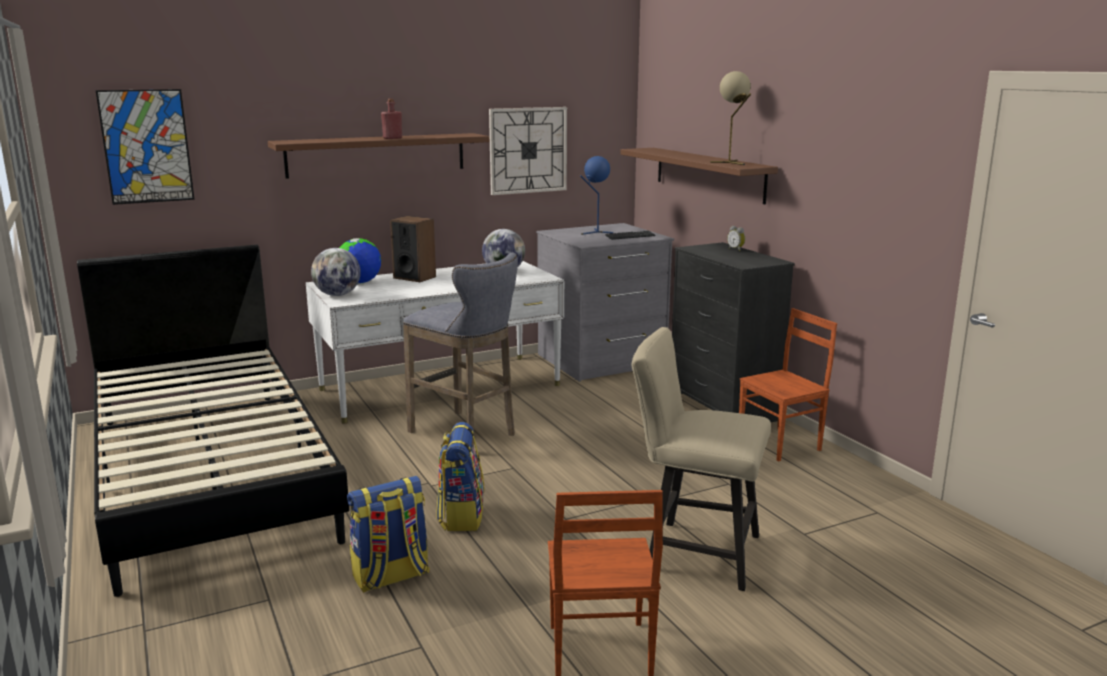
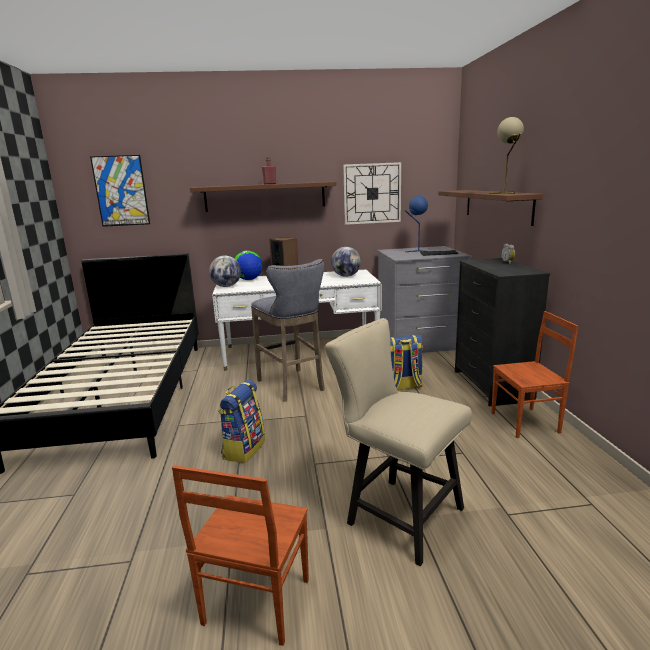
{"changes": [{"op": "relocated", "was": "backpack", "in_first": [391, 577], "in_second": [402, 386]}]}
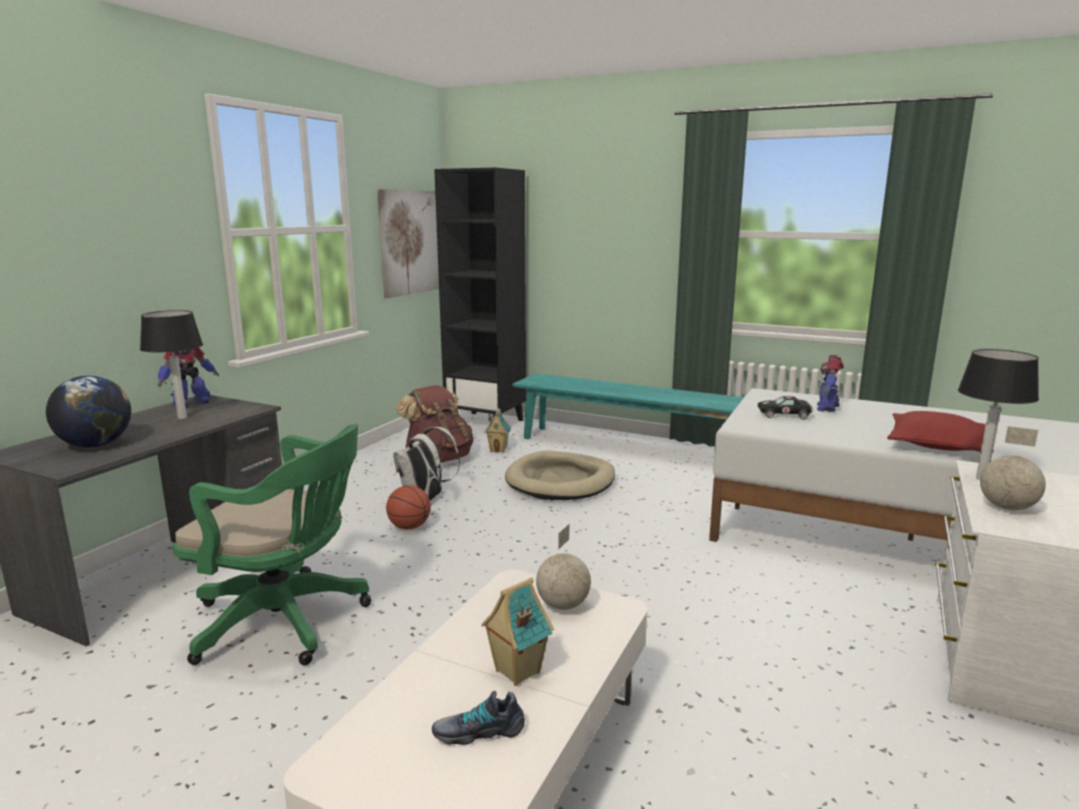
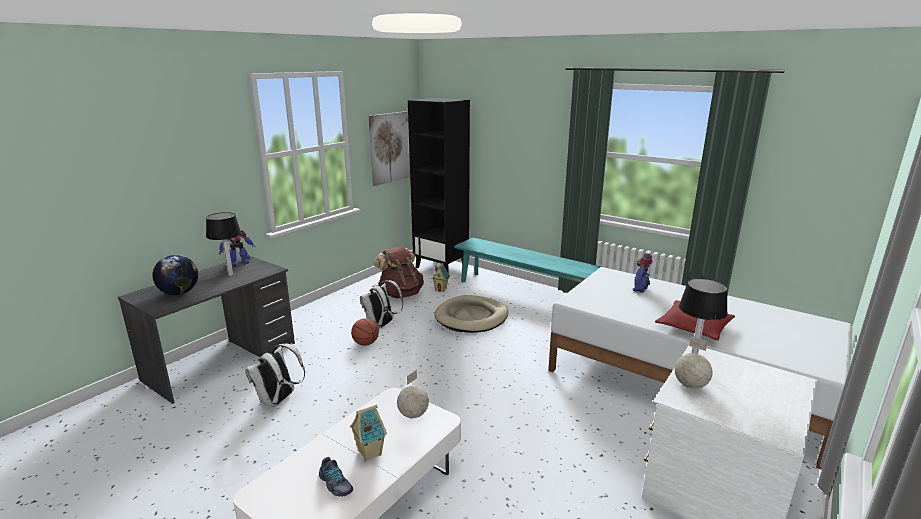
{"changes": [{"op": "exchanged", "was": "green office chair", "now": "white backpack", "in_first": [287, 622], "in_second": [278, 400]}, {"op": "spun", "was": "shoe", "in_first": [478, 731], "in_second": [335, 484], "clockwise": -135}, {"op": "missing", "was": "black toy car", "in_first": [786, 415]}]}
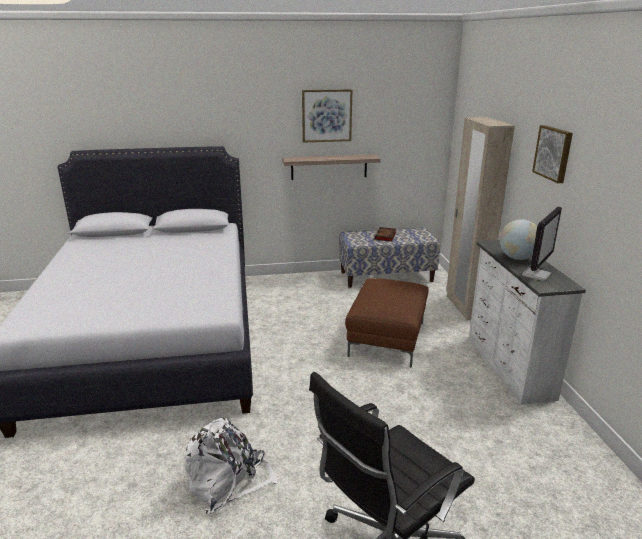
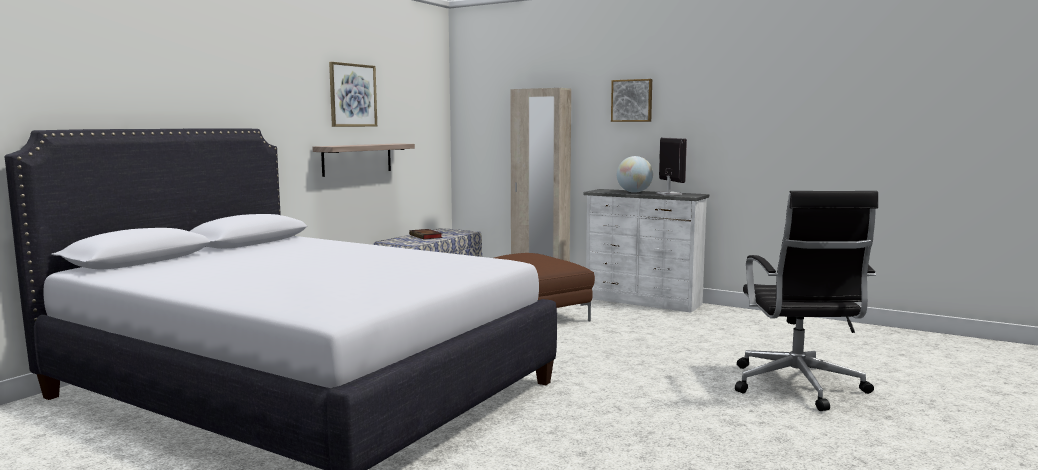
{"changes": [{"op": "missing", "was": "white backpack", "in_first": [228, 482]}]}
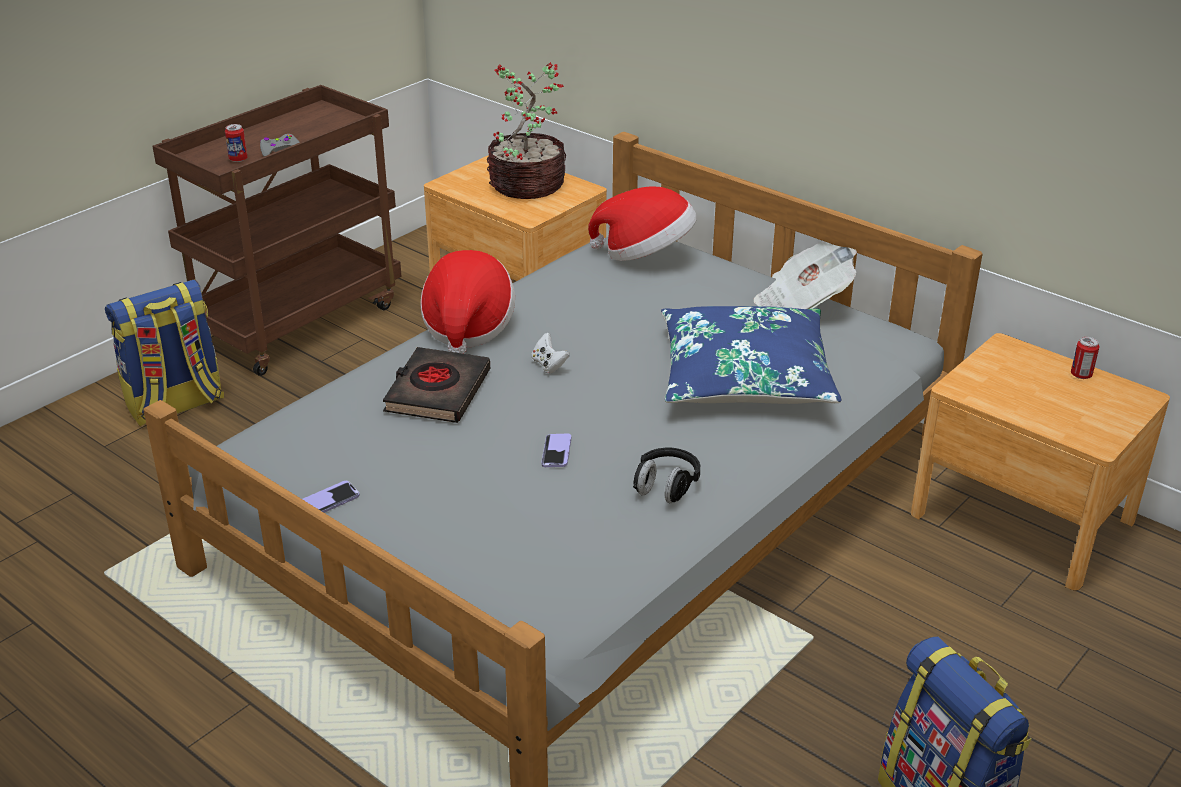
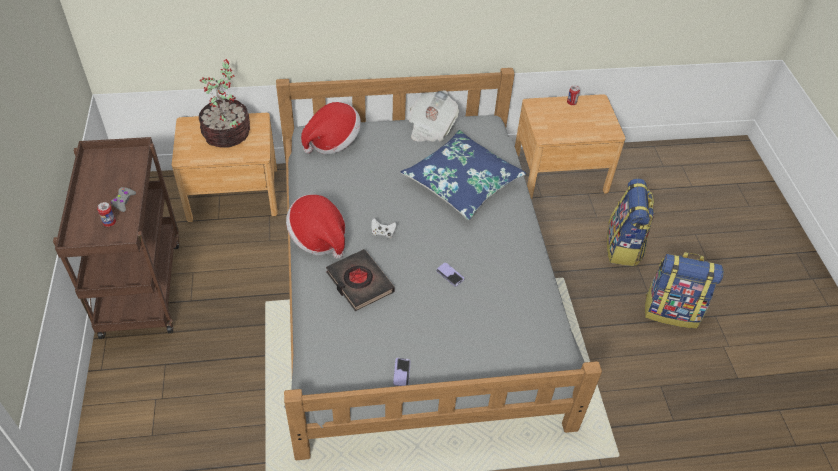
{"changes": [{"op": "relocated", "was": "backpack", "in_first": [175, 405], "in_second": [623, 247]}, {"op": "missing", "was": "black headphones", "in_first": [666, 486]}]}
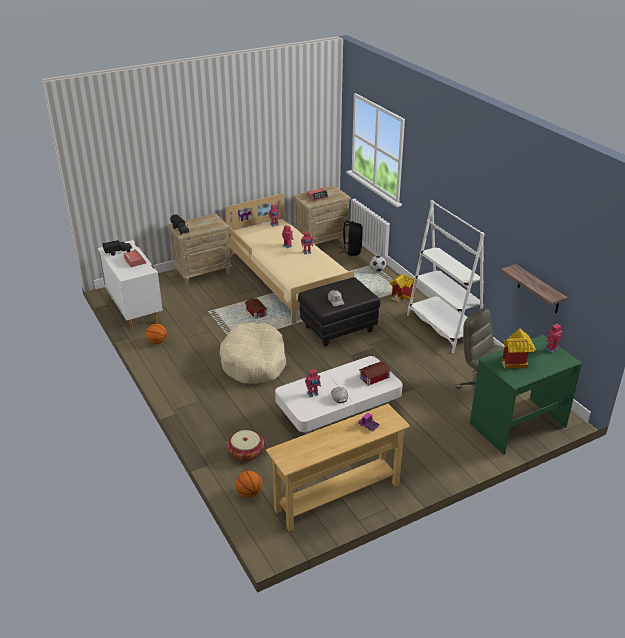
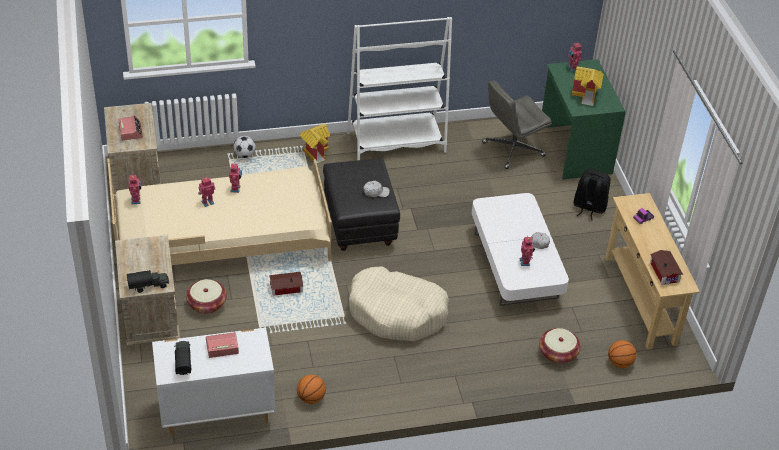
{"changes": [{"op": "appeared", "now": "basket", "in_second": [207, 304]}, {"op": "relocated", "was": "black backpack", "in_first": [352, 251], "in_second": [589, 207]}, {"op": "relocated", "was": "toy house", "in_first": [375, 377], "in_second": [664, 271]}, {"op": "missing", "was": "shelf", "in_first": [538, 290]}]}
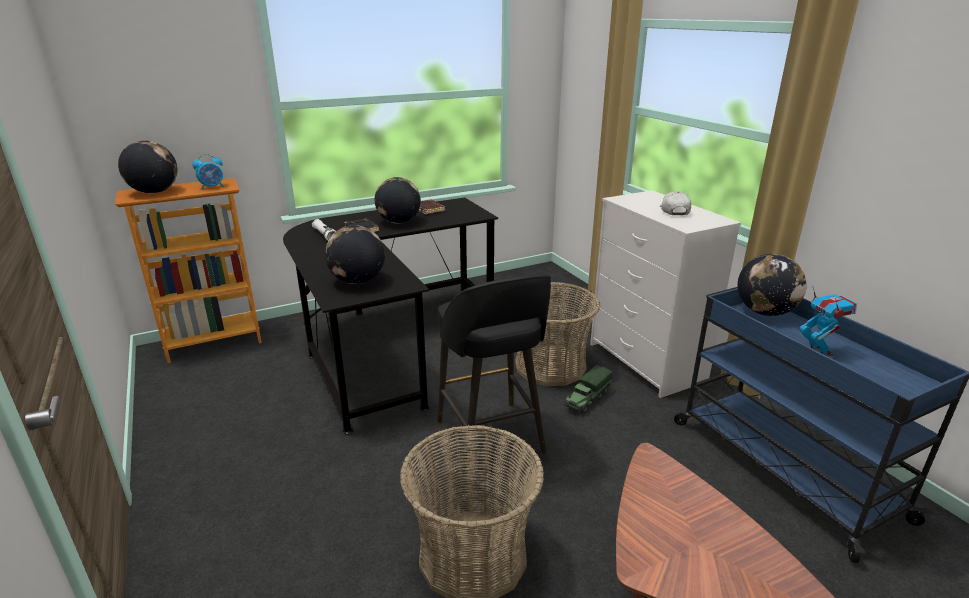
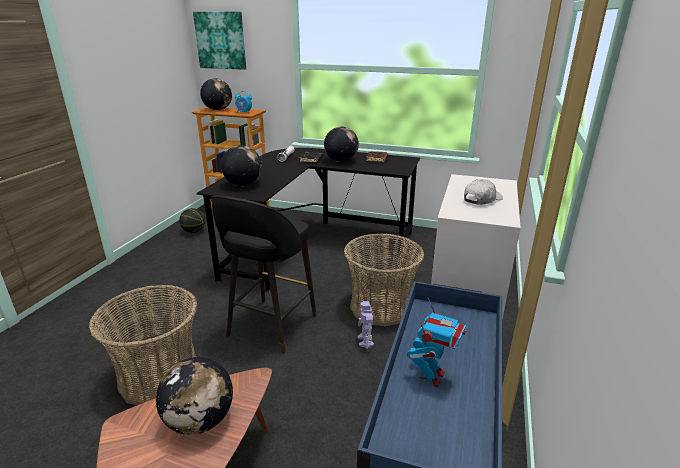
{"changes": [{"op": "relocated", "was": "globe", "in_first": [765, 312], "in_second": [200, 421]}, {"op": "appeared", "now": "basketball", "in_second": [194, 231]}, {"op": "appeared", "now": "picture", "in_second": [221, 40]}, {"op": "exchanged", "was": "toy truck", "now": "toy robot", "in_first": [587, 400], "in_second": [365, 341]}]}
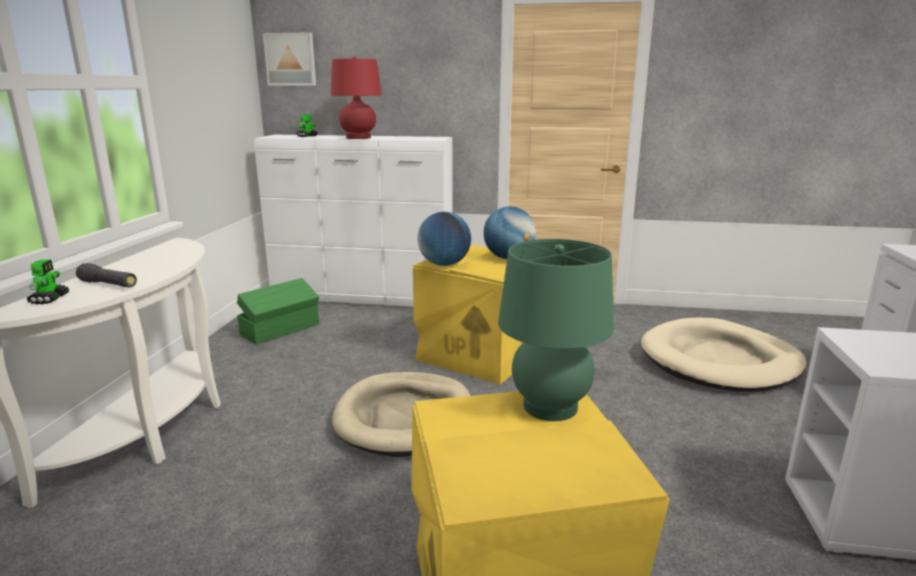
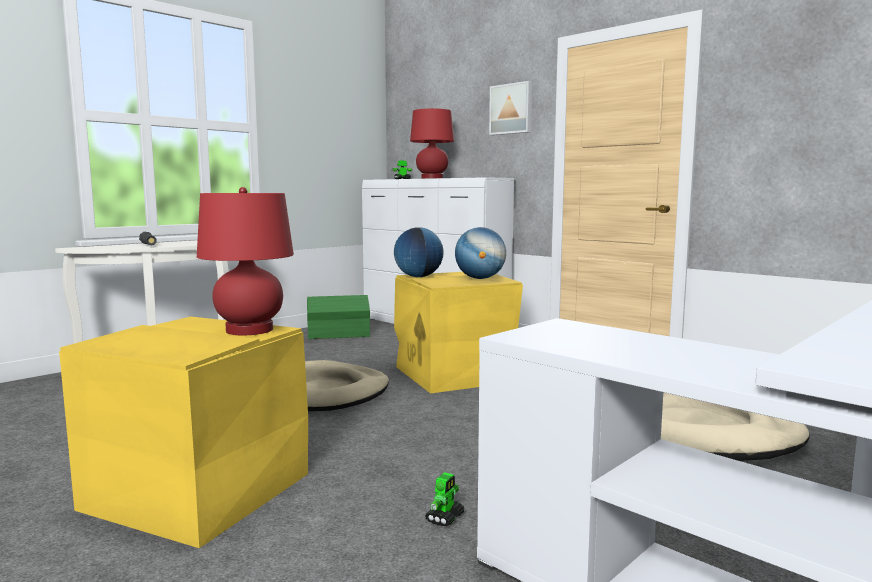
{"changes": [{"op": "colour", "was": "green table lamp", "now": "red table lamp", "in_first": [550, 407], "in_second": [249, 330]}, {"op": "relocated", "was": "toy robot", "in_first": [50, 299], "in_second": [445, 517]}, {"op": "relocated", "was": "picture", "in_first": [291, 59], "in_second": [511, 109]}]}
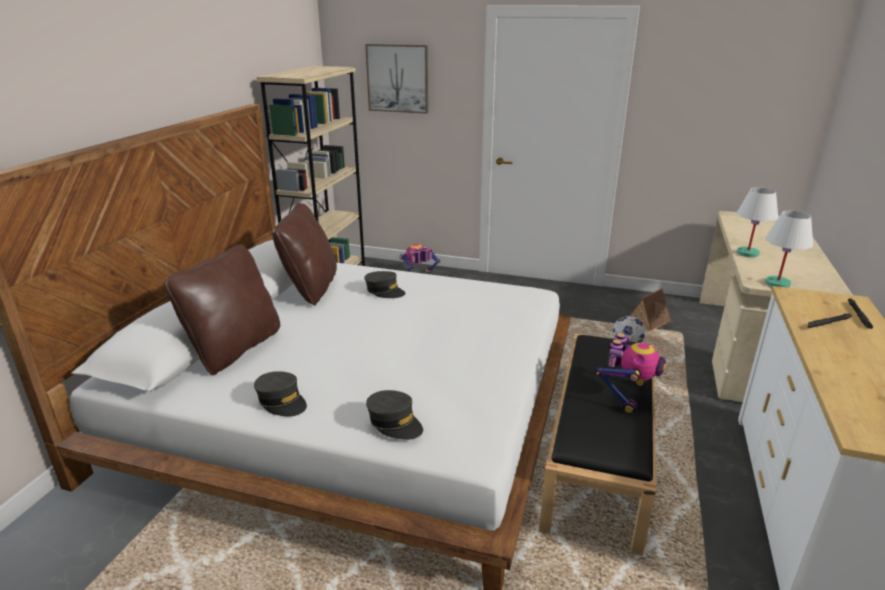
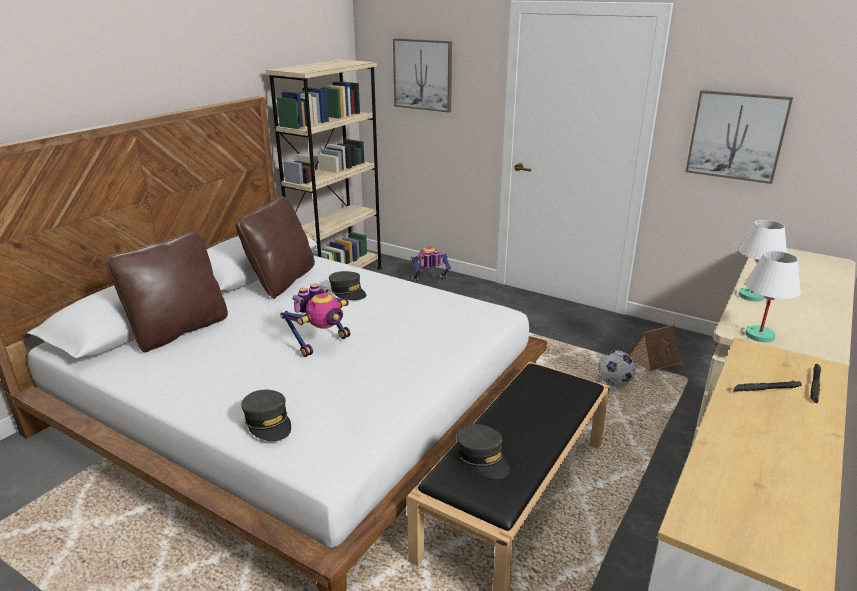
{"changes": [{"op": "relocated", "was": "toy robot", "in_first": [626, 395], "in_second": [321, 343]}, {"op": "relocated", "was": "grey cap", "in_first": [282, 401], "in_second": [482, 458]}, {"op": "appeared", "now": "picture", "in_second": [736, 136]}]}
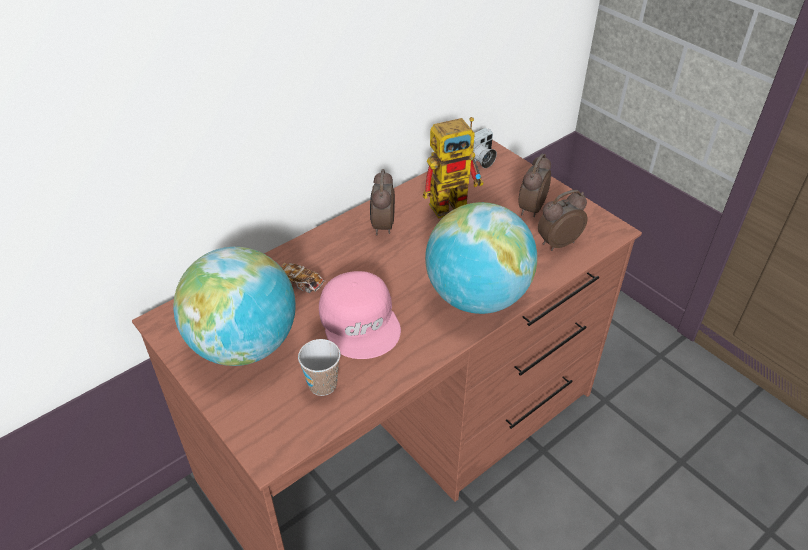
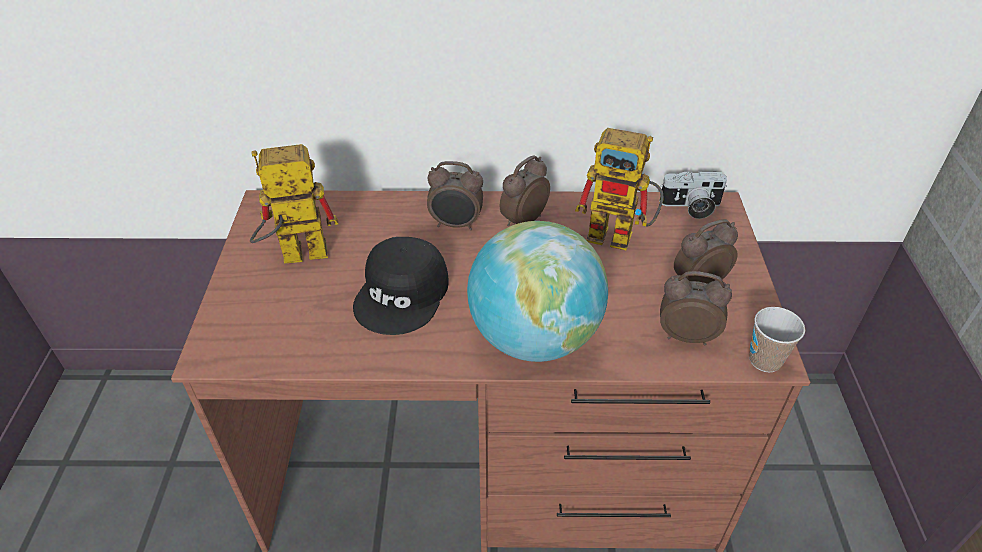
{"changes": [{"op": "exchanged", "was": "globe", "now": "toy robot", "in_first": [244, 344], "in_second": [294, 256]}, {"op": "colour", "was": "pink cap", "now": "black cap", "in_first": [361, 321], "in_second": [403, 294]}, {"op": "appeared", "now": "alarm clock", "in_second": [456, 225]}, {"op": "relocated", "was": "cup", "in_first": [323, 385], "in_second": [765, 360]}, {"op": "missing", "was": "toy car", "in_first": [300, 283]}]}
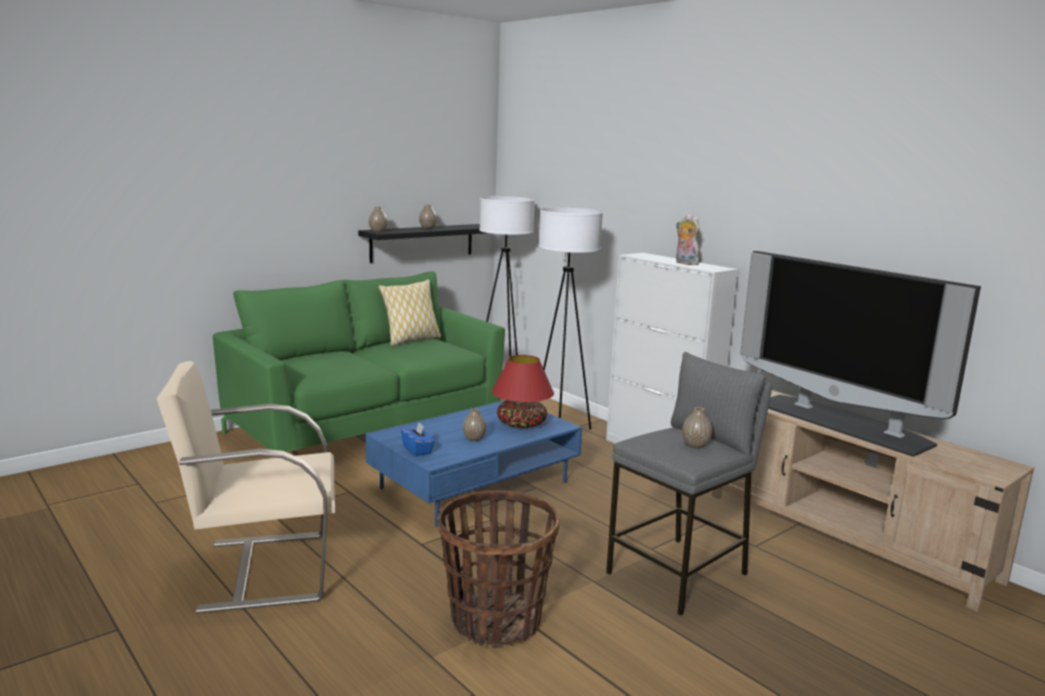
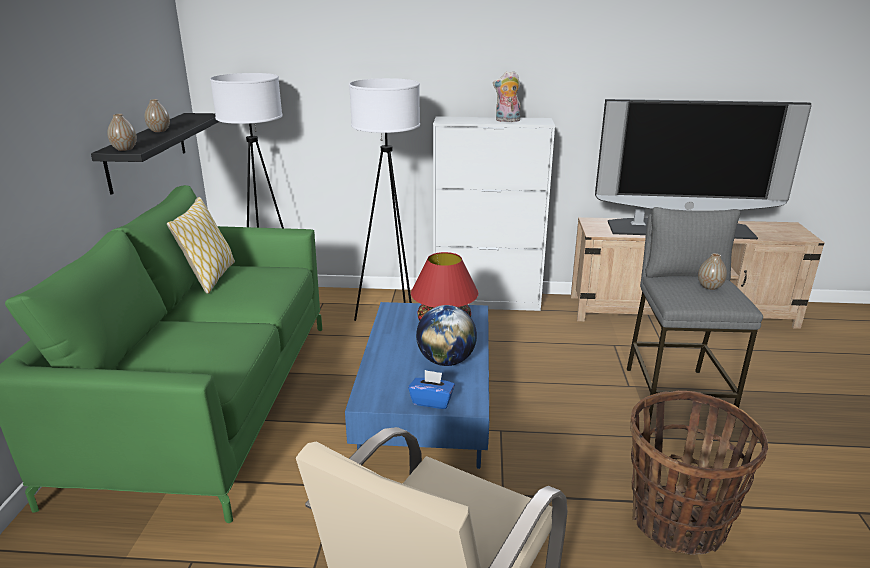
{"changes": [{"op": "exchanged", "was": "vase", "now": "globe", "in_first": [474, 439], "in_second": [446, 361]}]}
